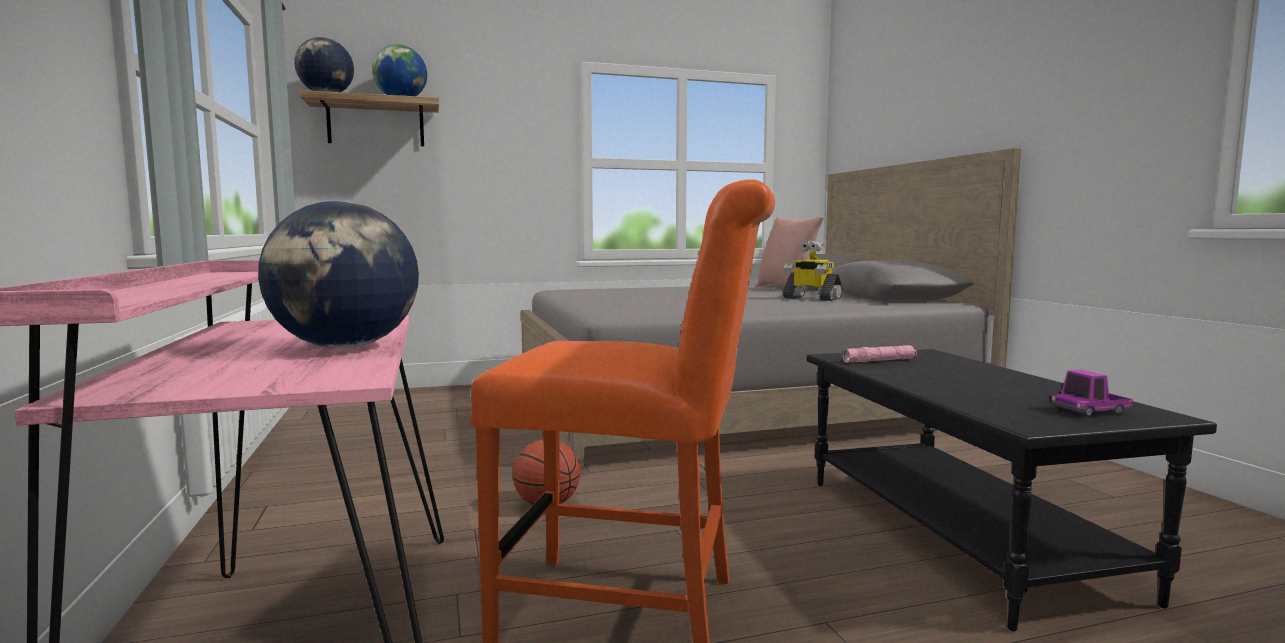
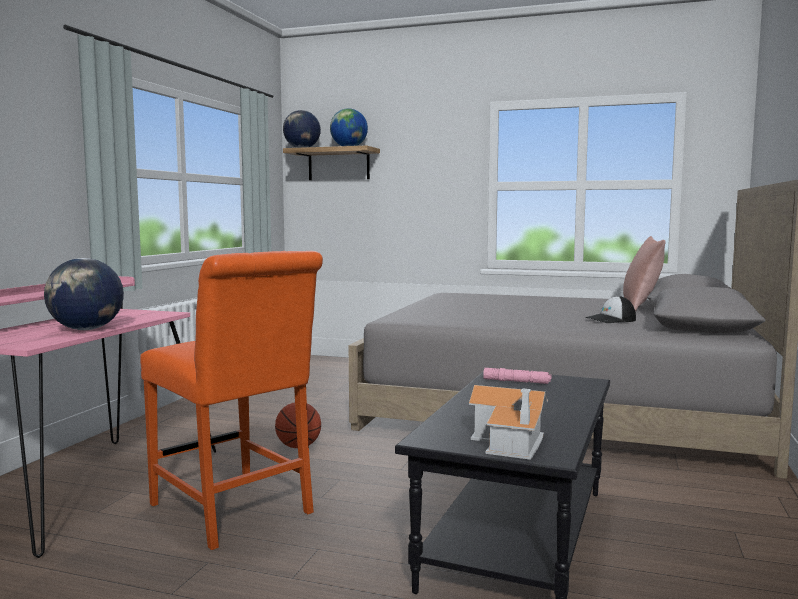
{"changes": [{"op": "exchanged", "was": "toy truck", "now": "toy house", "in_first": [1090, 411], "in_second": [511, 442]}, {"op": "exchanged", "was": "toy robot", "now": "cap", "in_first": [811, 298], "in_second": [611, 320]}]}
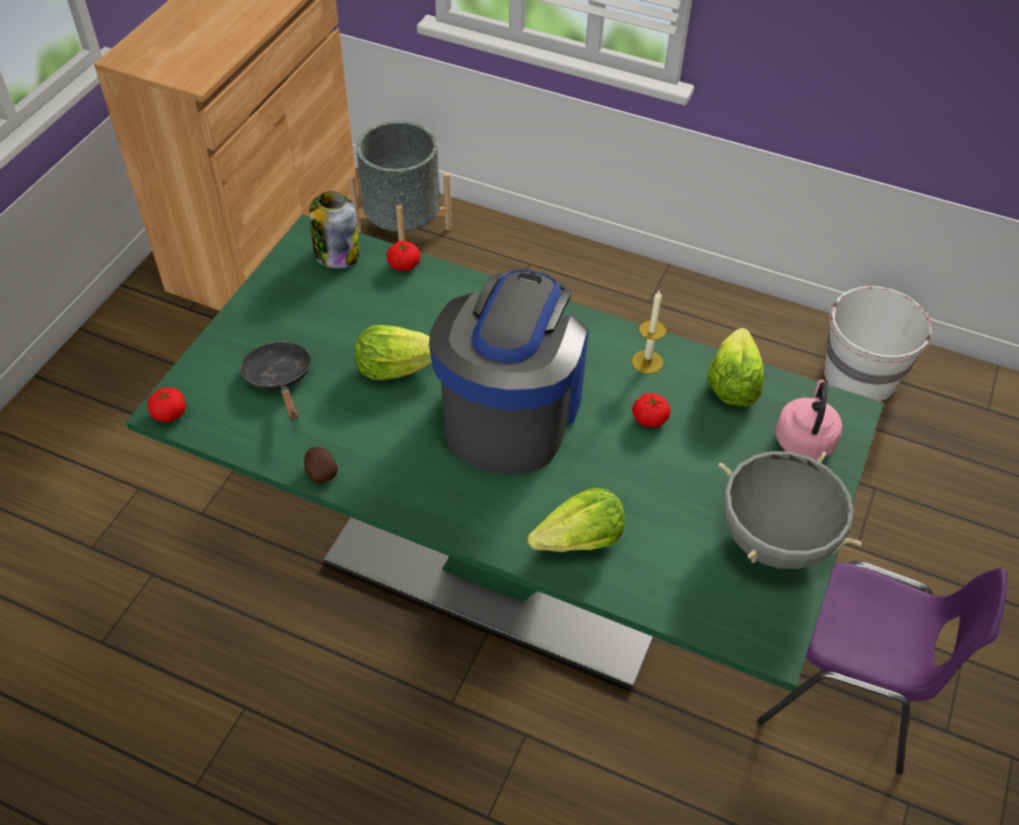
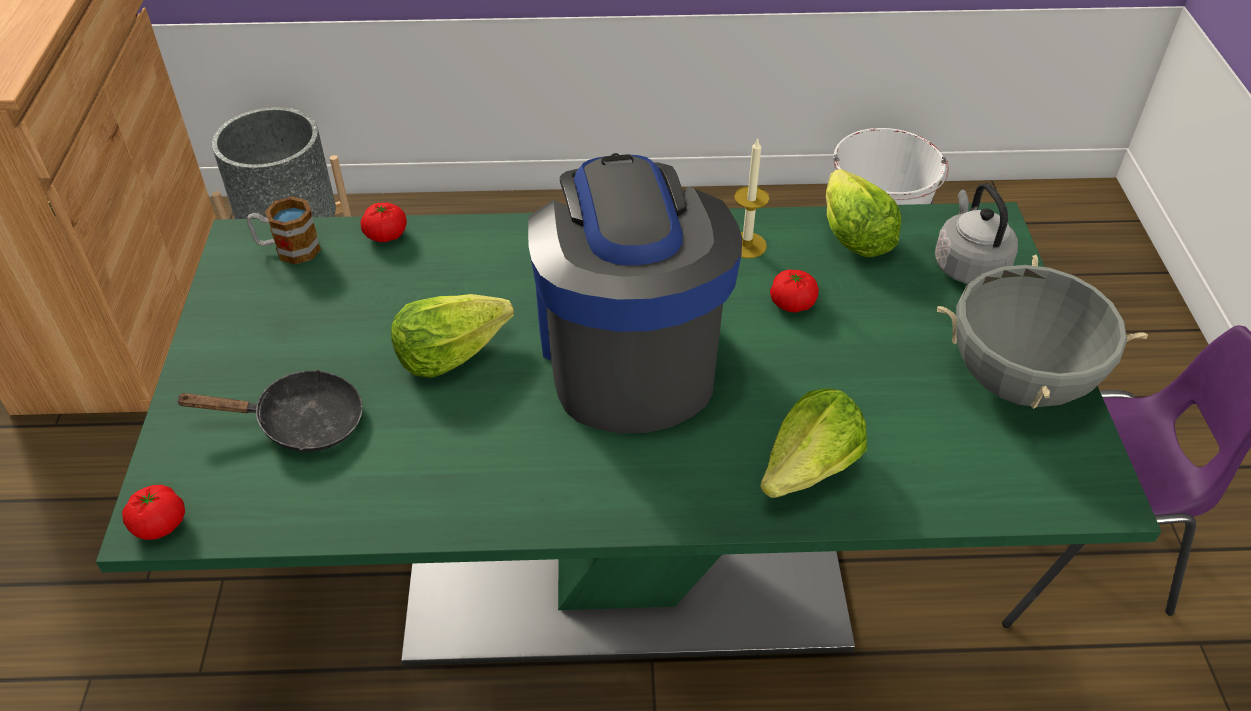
{"changes": [{"op": "spun", "was": "black frying pan", "in_first": [280, 379], "in_second": [300, 423], "clockwise": 135}, {"op": "exchanged", "was": "jar", "now": "mug", "in_first": [336, 253], "in_second": [288, 249]}, {"op": "colour", "was": "pink kettle", "now": "grey kettle", "in_first": [804, 438], "in_second": [968, 265]}, {"op": "missing", "was": "potato", "in_first": [320, 472]}]}
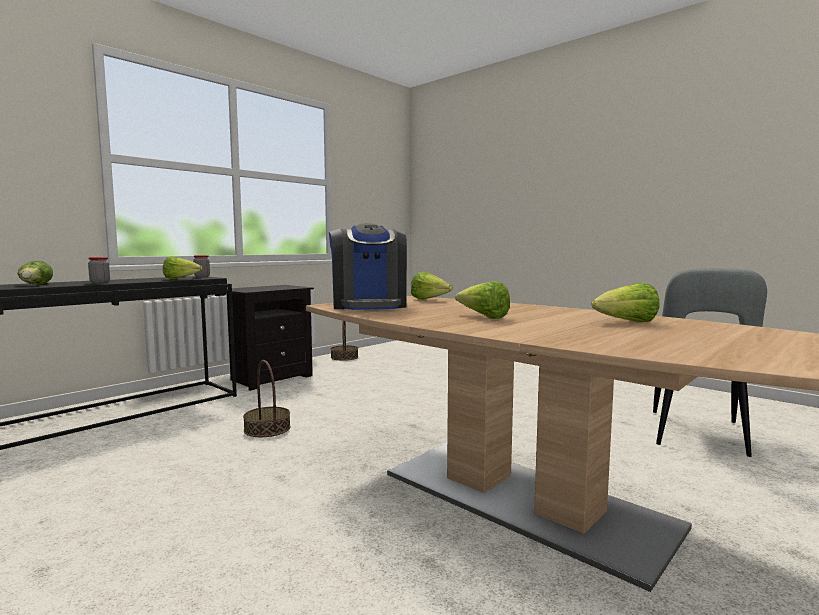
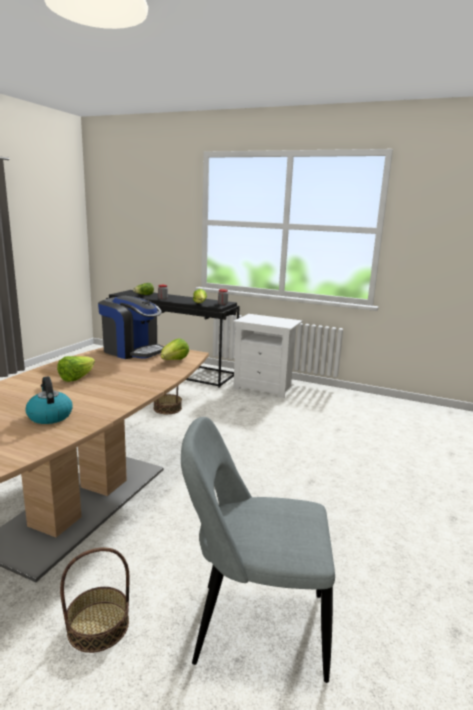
{"changes": [{"op": "exchanged", "was": "lettuce", "now": "kettle", "in_first": [627, 322], "in_second": [49, 416]}, {"op": "relocated", "was": "basket", "in_first": [344, 357], "in_second": [98, 625]}, {"op": "spun", "was": "coffee machine", "in_first": [369, 305], "in_second": [132, 351], "clockwise": -120}, {"op": "colour", "was": "black nightstand", "now": "white nightstand", "in_first": [270, 378], "in_second": [265, 387]}]}
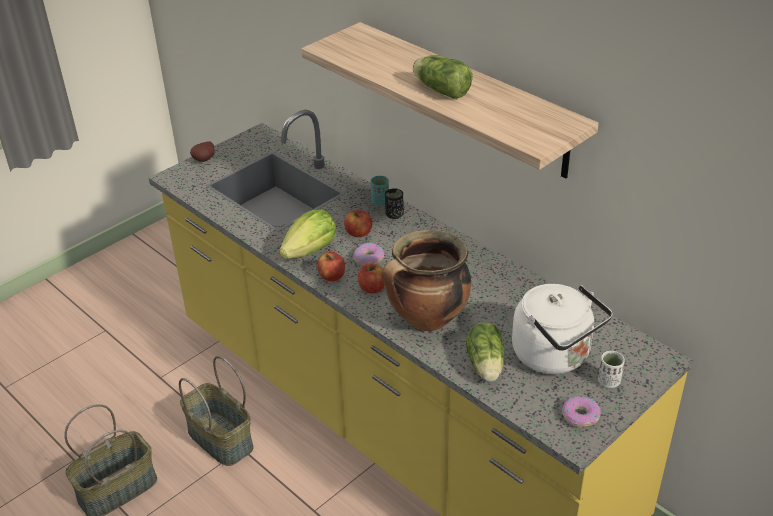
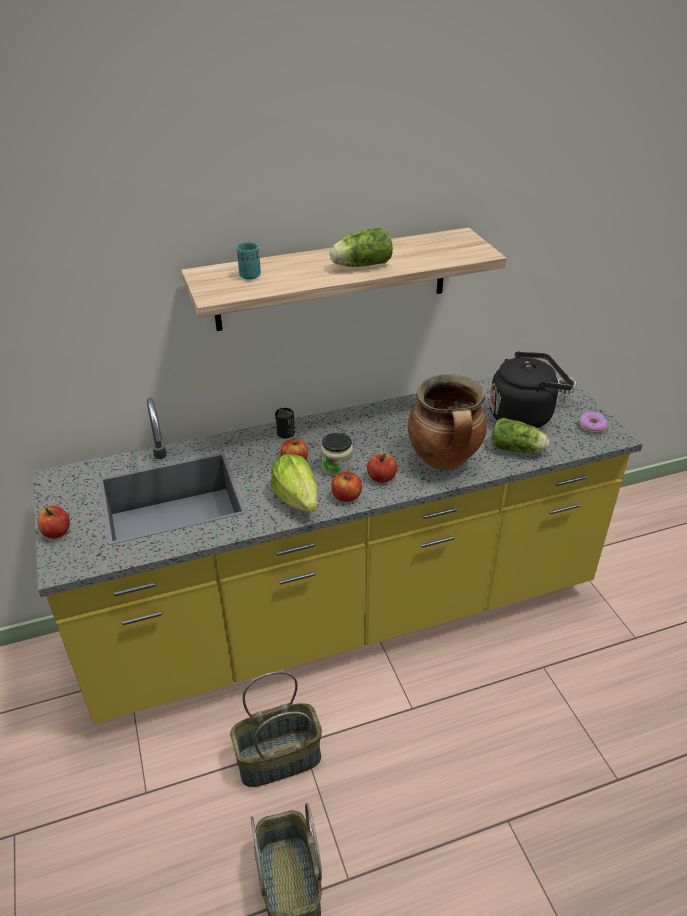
{"changes": [{"op": "exchanged", "was": "potato", "now": "apple", "in_first": [205, 160], "in_second": [57, 532]}, {"op": "relocated", "was": "turquoise cup", "in_first": [380, 201], "in_second": [250, 276]}, {"op": "exchanged", "was": "donut", "now": "jar", "in_first": [368, 258], "in_second": [337, 467]}, {"op": "colour", "was": "white kettle", "now": "black kettle", "in_first": [555, 356], "in_second": [524, 415]}]}
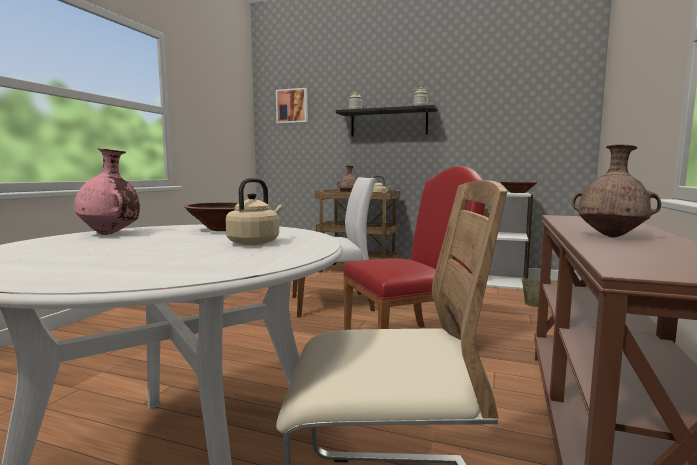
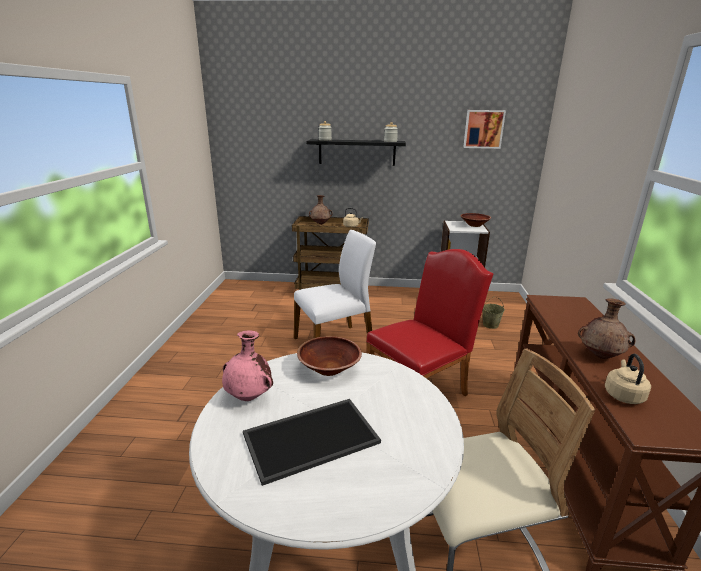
{"changes": [{"op": "appeared", "now": "tray", "in_second": [311, 436]}, {"op": "relocated", "was": "picture", "in_first": [292, 106], "in_second": [483, 129]}, {"op": "relocated", "was": "beige kettle", "in_first": [255, 242], "in_second": [623, 395]}]}
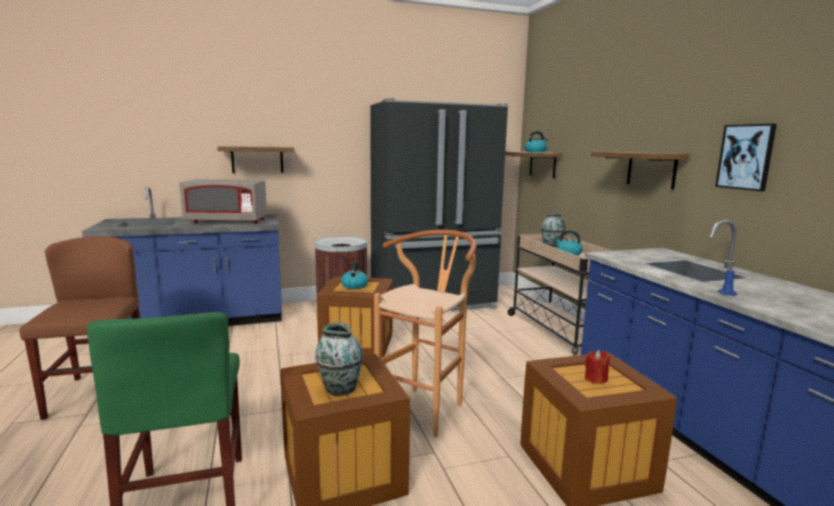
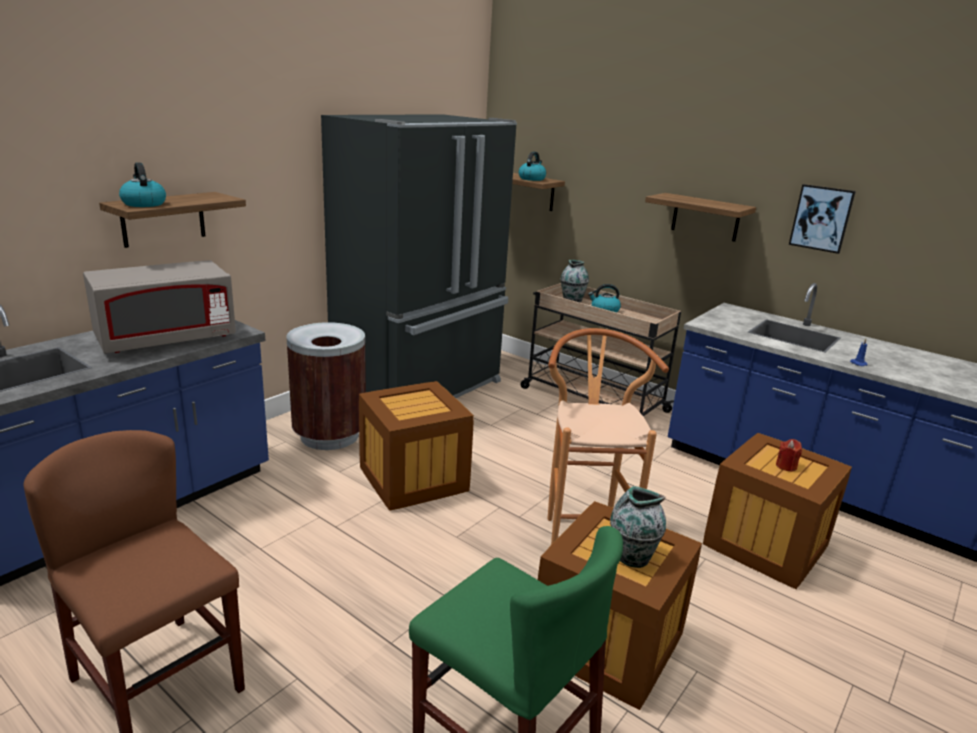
{"changes": [{"op": "relocated", "was": "kettle", "in_first": [354, 286], "in_second": [143, 204]}]}
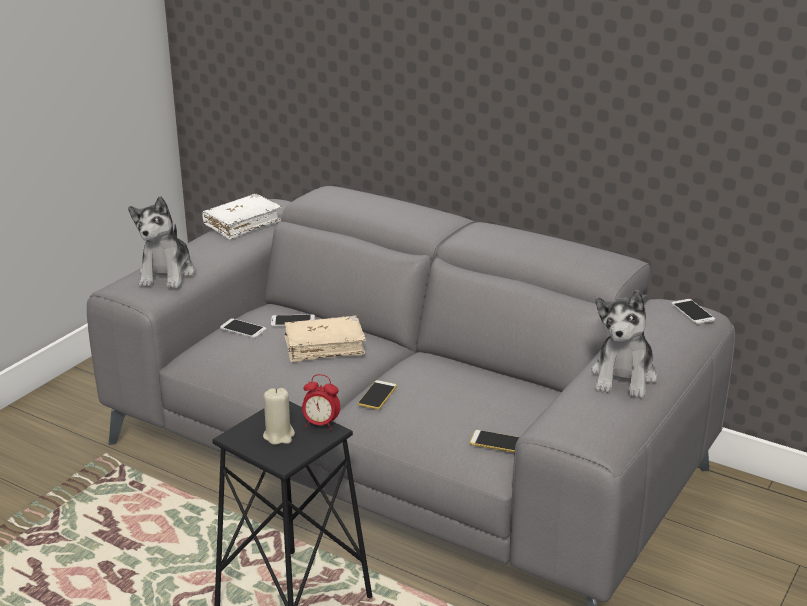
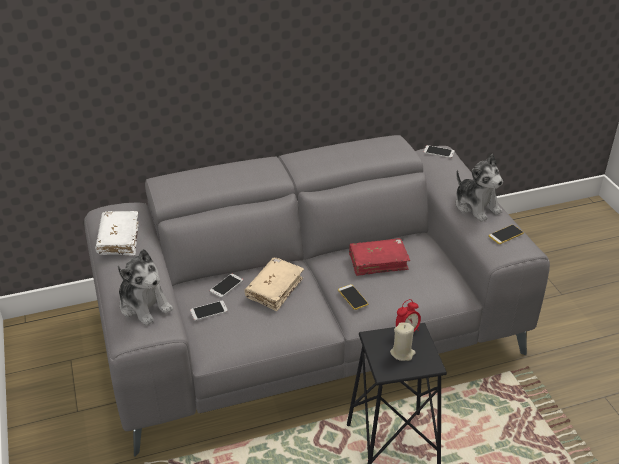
{"changes": [{"op": "appeared", "now": "red book", "in_second": [378, 262]}, {"op": "relocated", "was": "phone", "in_first": [497, 442], "in_second": [506, 235]}]}
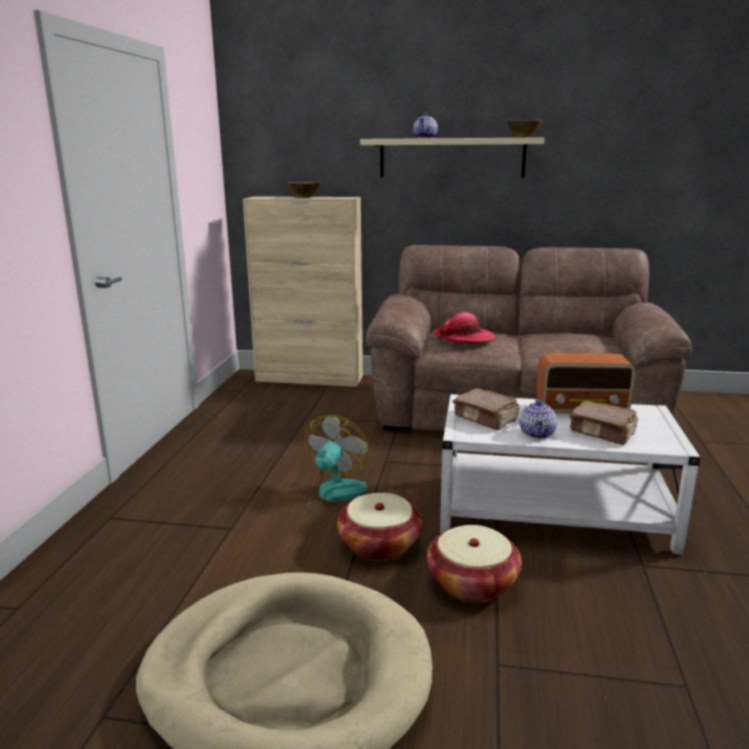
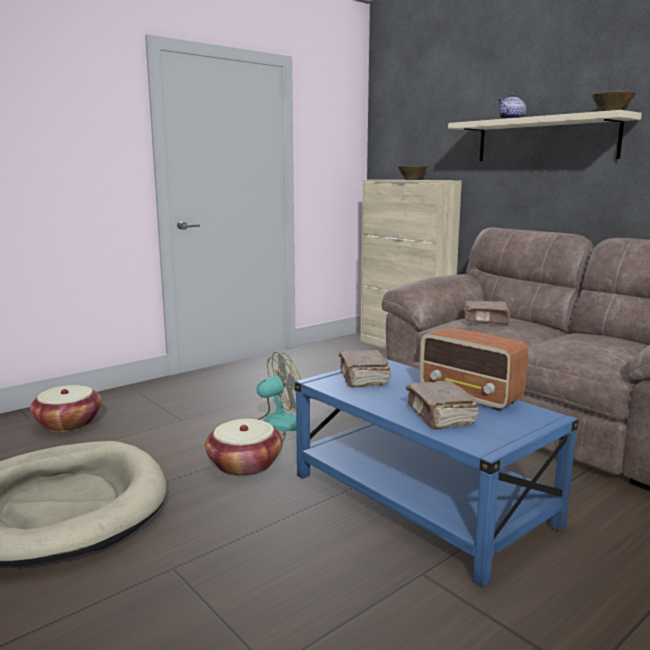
{"changes": [{"op": "relocated", "was": "basket", "in_first": [472, 583], "in_second": [68, 423]}, {"op": "colour", "was": "white coffee table", "now": "blue coffee table", "in_first": [553, 512], "in_second": [421, 500]}, {"op": "exchanged", "was": "hat", "now": "brown book", "in_first": [464, 337], "in_second": [486, 321]}, {"op": "missing", "was": "teapot", "in_first": [537, 433]}]}
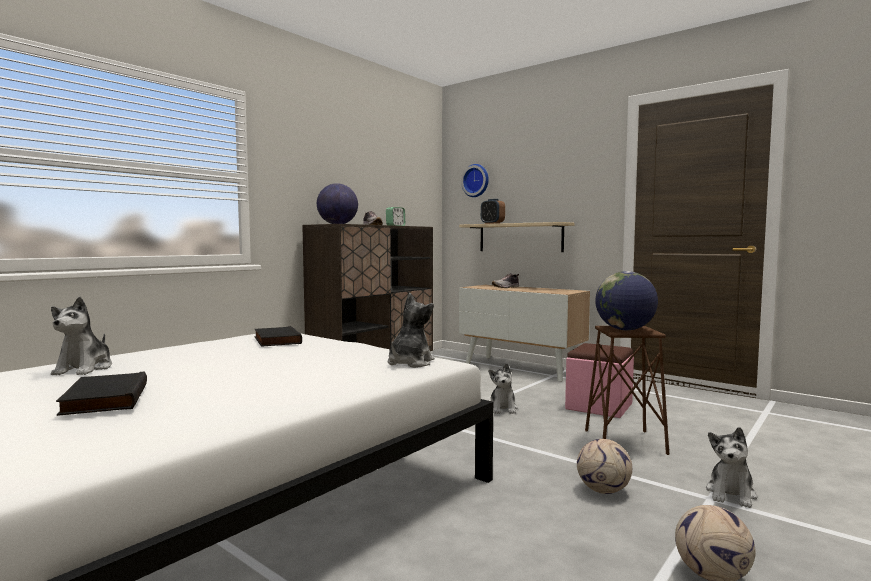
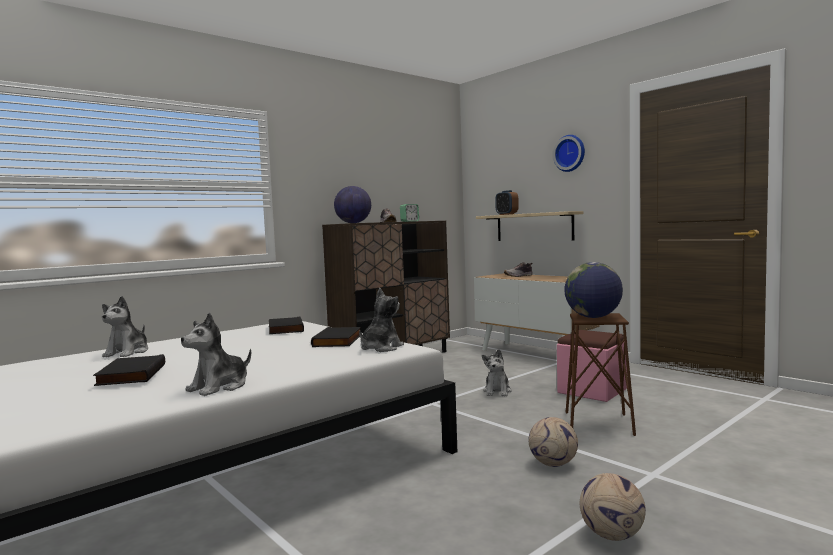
{"changes": [{"op": "relocated", "was": "plush toy", "in_first": [731, 494], "in_second": [219, 387]}, {"op": "appeared", "now": "black book", "in_second": [339, 341]}, {"op": "relocated", "was": "wall clock", "in_first": [476, 181], "in_second": [570, 153]}]}
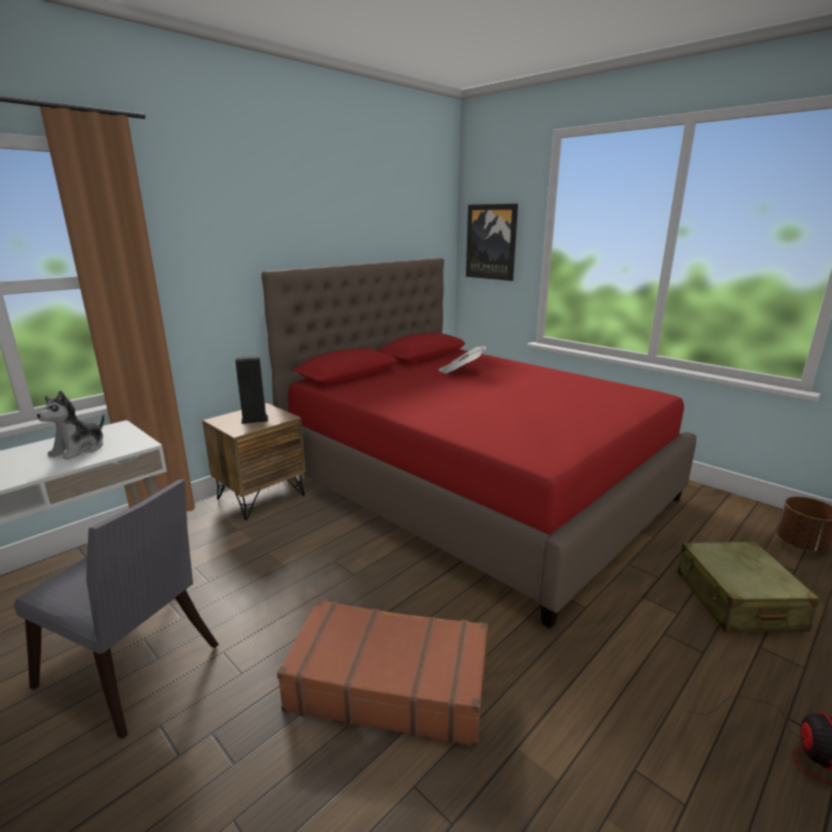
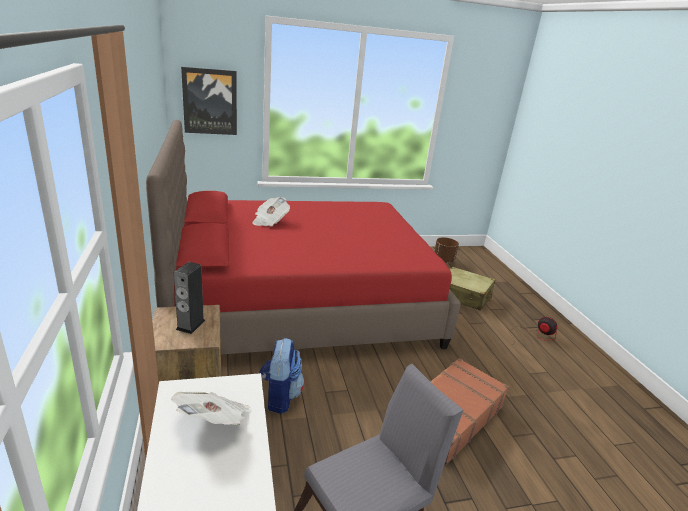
{"changes": [{"op": "exchanged", "was": "plush toy", "now": "newspaper", "in_first": [79, 449], "in_second": [214, 421]}, {"op": "appeared", "now": "backpack", "in_second": [280, 396]}]}
